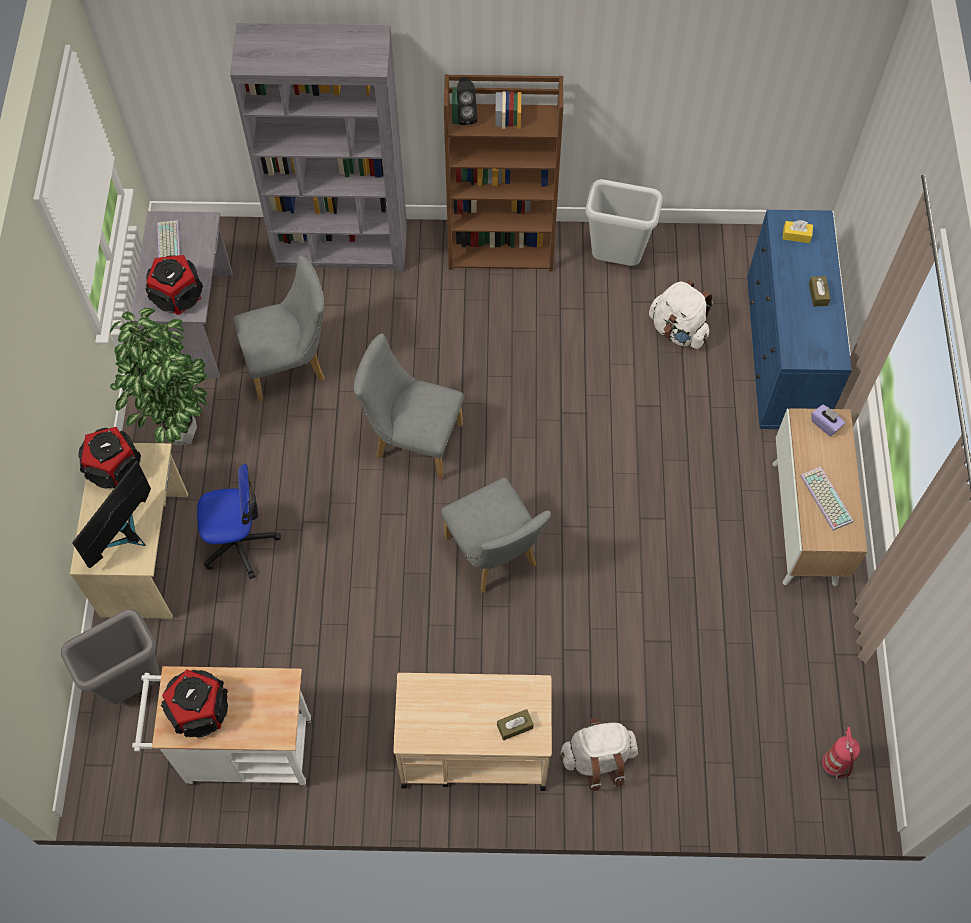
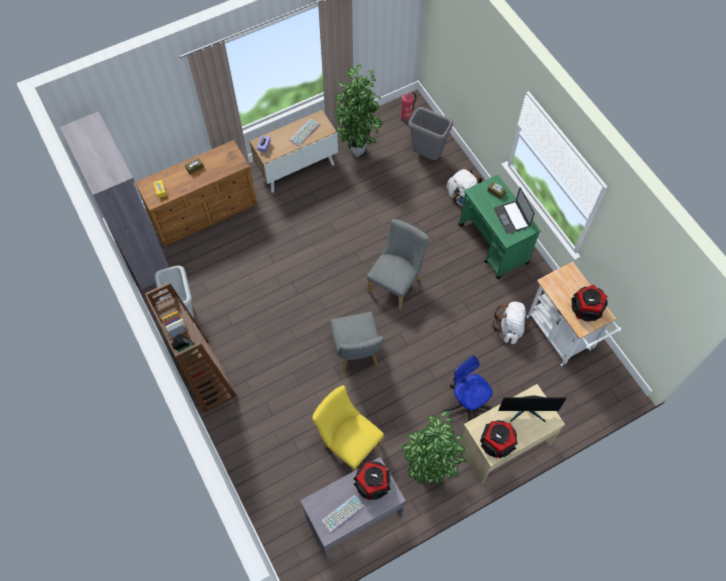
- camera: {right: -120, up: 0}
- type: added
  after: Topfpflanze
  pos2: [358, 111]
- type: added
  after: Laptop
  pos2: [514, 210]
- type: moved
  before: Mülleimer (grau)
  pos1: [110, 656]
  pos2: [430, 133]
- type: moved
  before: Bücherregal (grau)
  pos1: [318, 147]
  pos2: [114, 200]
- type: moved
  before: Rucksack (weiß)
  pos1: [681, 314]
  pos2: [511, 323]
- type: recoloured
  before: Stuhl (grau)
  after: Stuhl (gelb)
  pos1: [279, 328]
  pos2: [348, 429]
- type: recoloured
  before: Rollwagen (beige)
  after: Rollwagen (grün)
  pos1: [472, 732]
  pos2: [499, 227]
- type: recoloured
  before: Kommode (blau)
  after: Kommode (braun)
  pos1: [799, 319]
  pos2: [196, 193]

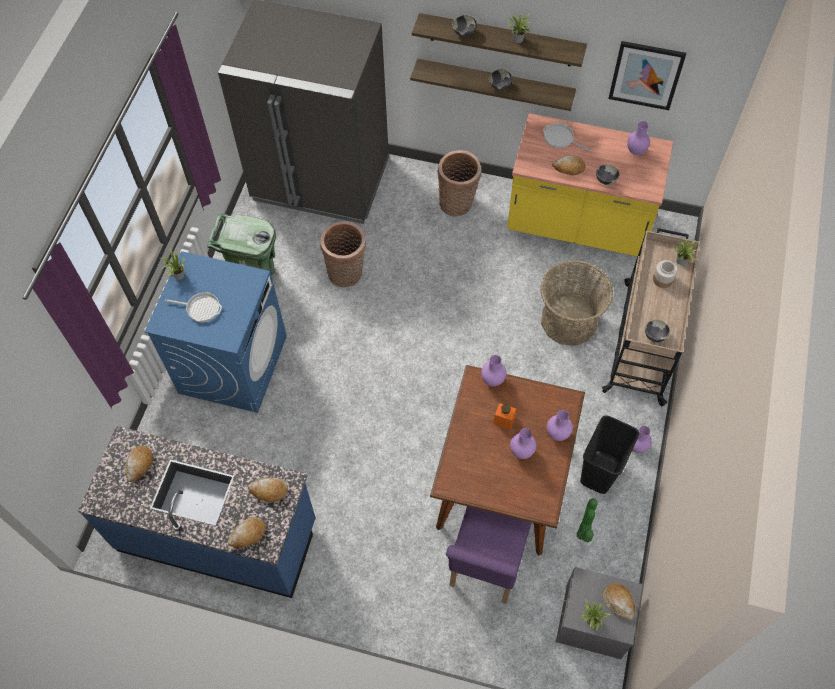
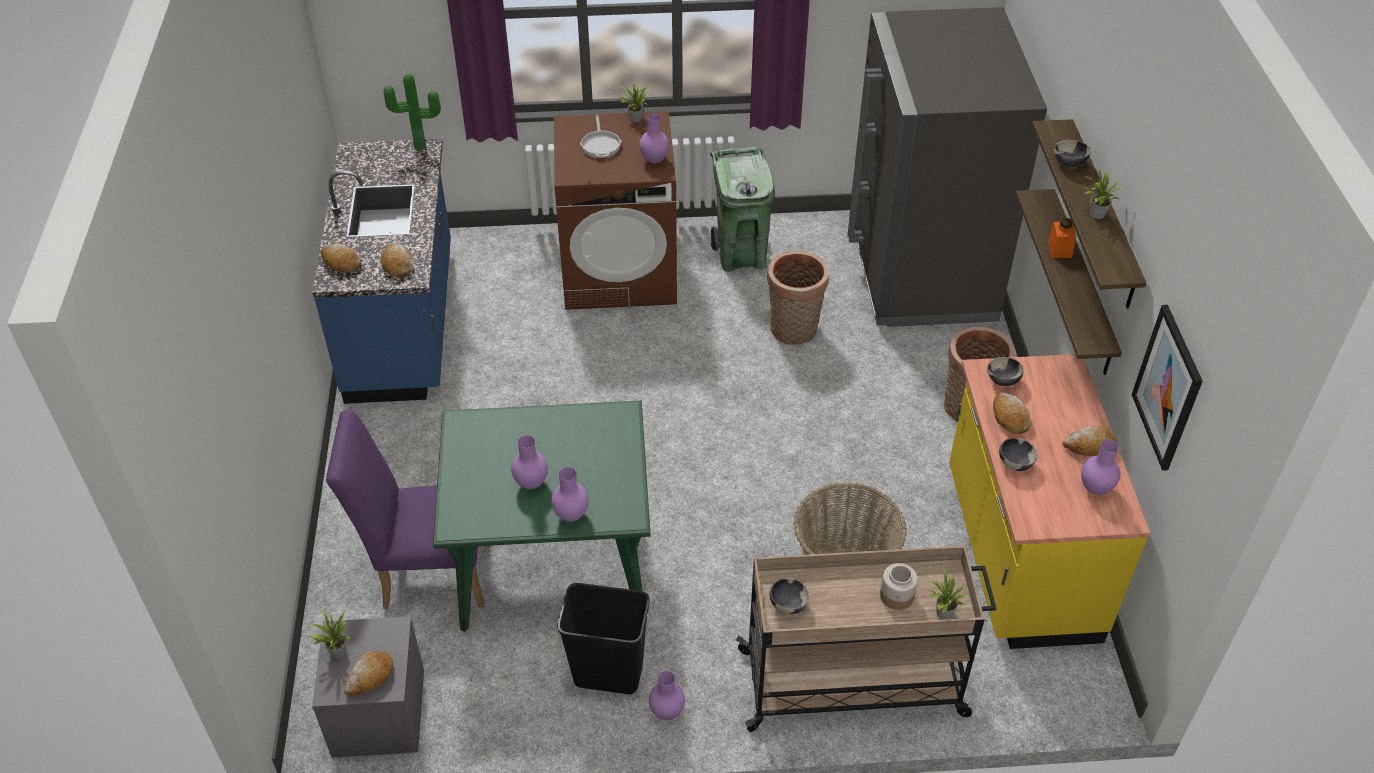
- camera: {right: 70, up: -15}
- type: removed
  before: Pfanne
  pos1: [567, 137]
- type: moved
  before: Brot
  pos1: [139, 464]
  pos2: [1089, 441]
- type: moved
  before: Vase (lila)
  pos1: [493, 370]
  pos2: [654, 138]
- type: moved
  before: Schüssel
  pos1: [500, 79]
  pos2: [1005, 371]
- type: moved
  before: Vorratsglas (orange)
  pos1: [504, 416]
  pos2: [1062, 238]
- type: moved
  before: Topfpflanze
  pos1: [587, 520]
  pos2: [412, 112]
- type: recoloured
  before: Waschmaschine (blau)
  after: Waschmaschine (braun)
  pos1: [215, 332]
  pos2: [615, 210]
- type: recoloured
  before: Esstisch (braun)
  after: Esstisch (grün)
  pos1: [507, 460]
  pos2: [542, 516]

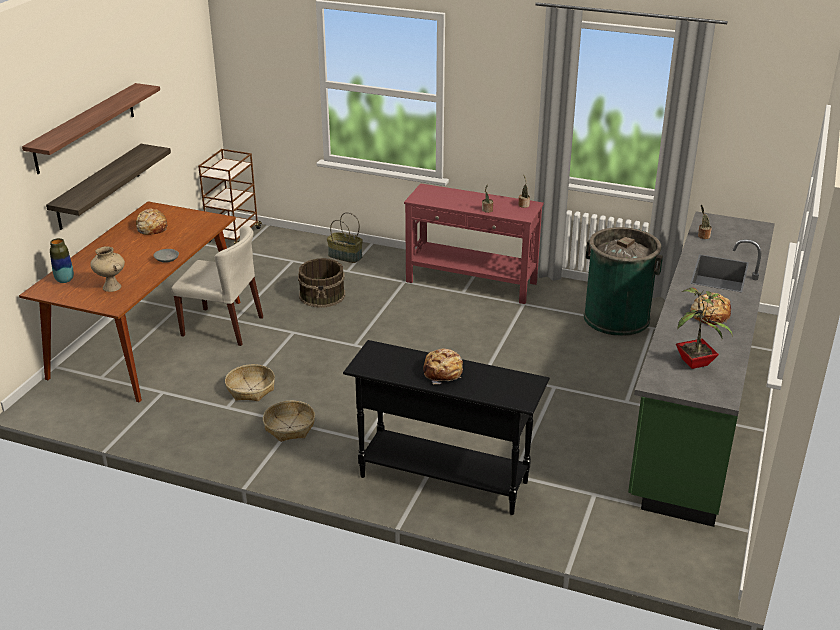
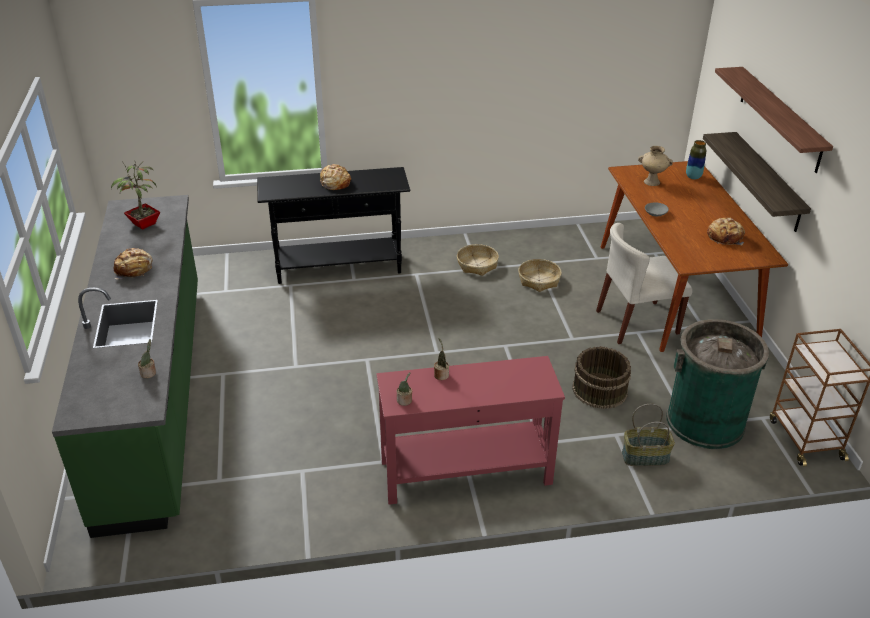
- camera: {right: 150, up: 5}
- type: moved
  before: Mülleimer (grün)
  pos1: [623, 281]
  pos2: [718, 384]

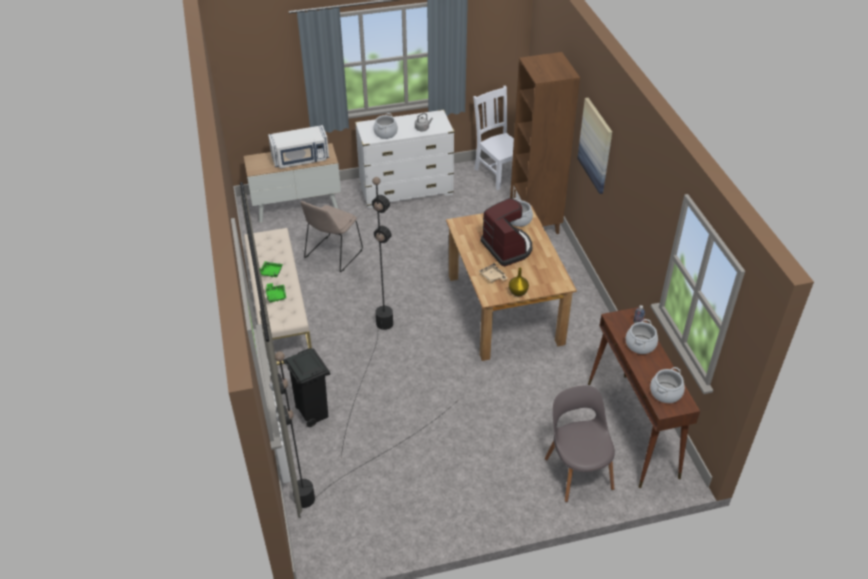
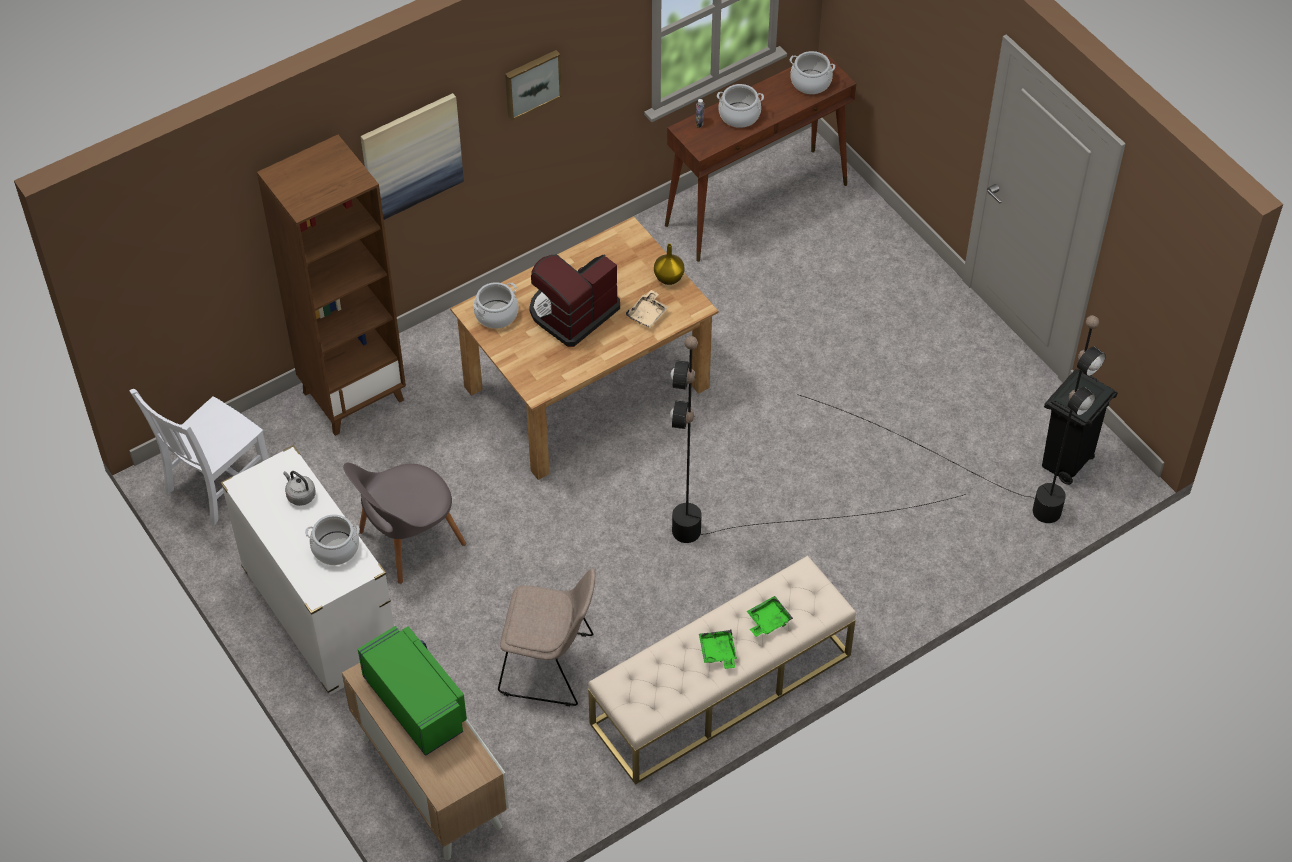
- camera: {right: -110, up: 10}
- type: added
  after: Bild
  pos2: [533, 85]
- type: moved
  before: Mülleimer (schwarz)
  pos1: [306, 387]
  pos2: [1080, 427]
- type: moved
  before: Stuhl (grau)
  pos1: [580, 443]
  pos2: [404, 523]
- type: recoloured
  before: Mikrowelle (weiß)
  after: Mikrowelle (grün)
  pos1: [298, 146]
  pos2: [412, 691]

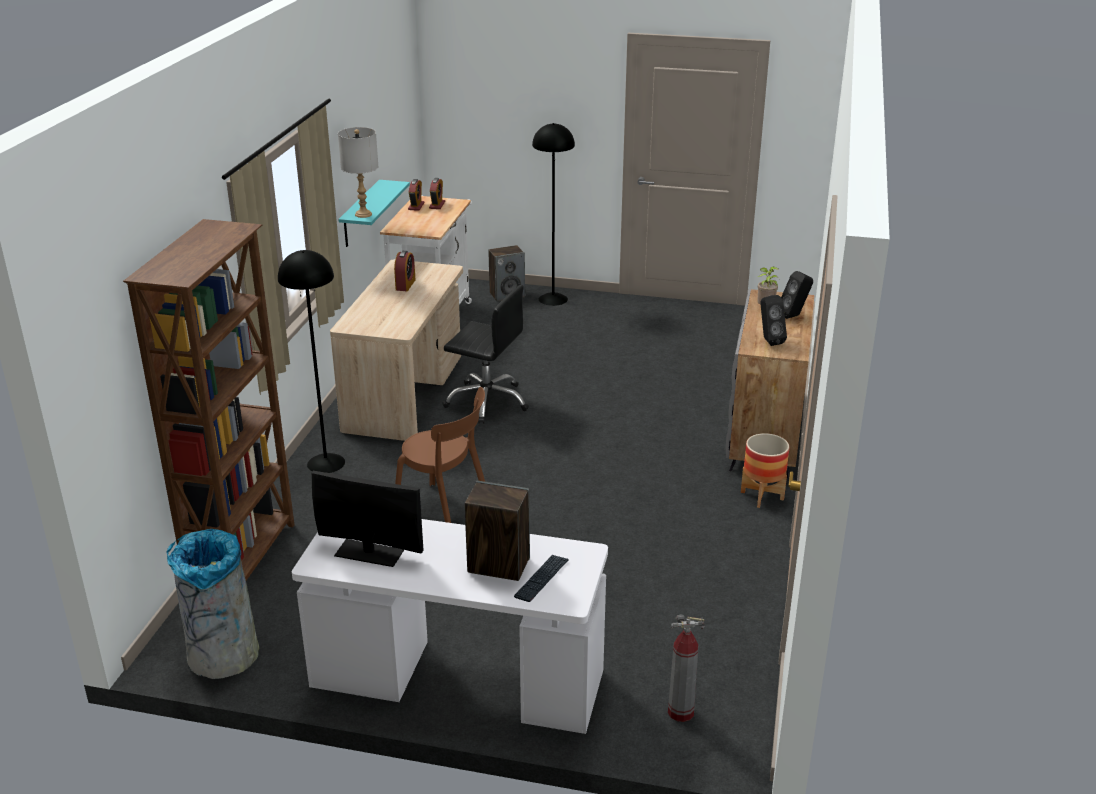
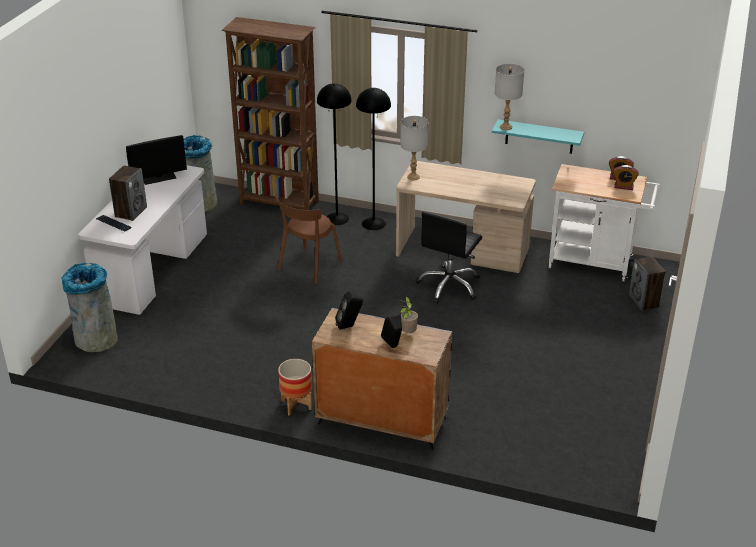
- camera: {right: 95, up: 5}
- type: removed
  before: Wecker
  pos1: [404, 271]
- type: added
  after: Tischlampe (grau)
  pos2: [414, 148]
- type: moved
  before: Stehlampe (schwarz)
  pos1: [553, 214]
  pos2: [334, 154]
- type: replaced
  before: Feuerlöscher
  after: Mülleimer (grau)
  pos1: [686, 668]
  pos2: [90, 307]
- type: turned
  before: Monitor
  pos1: [367, 519]
  pos2: [156, 160]
  turn: 45

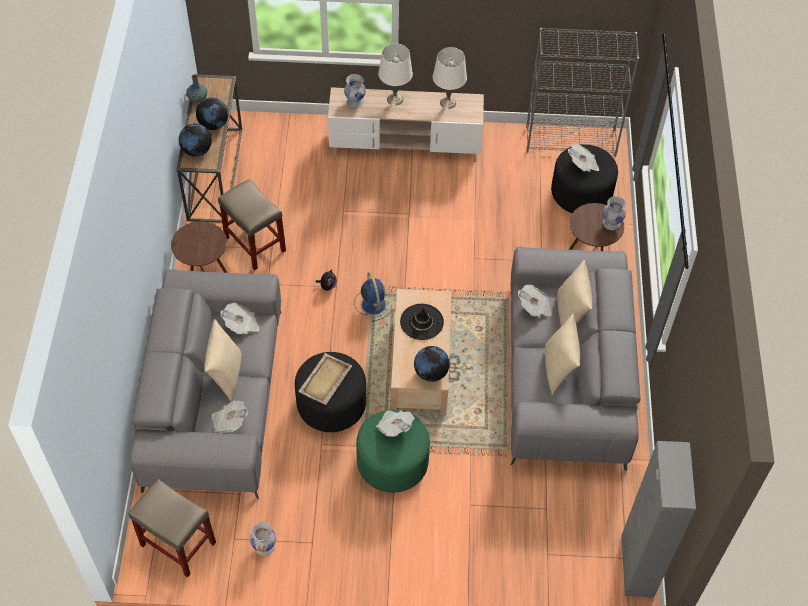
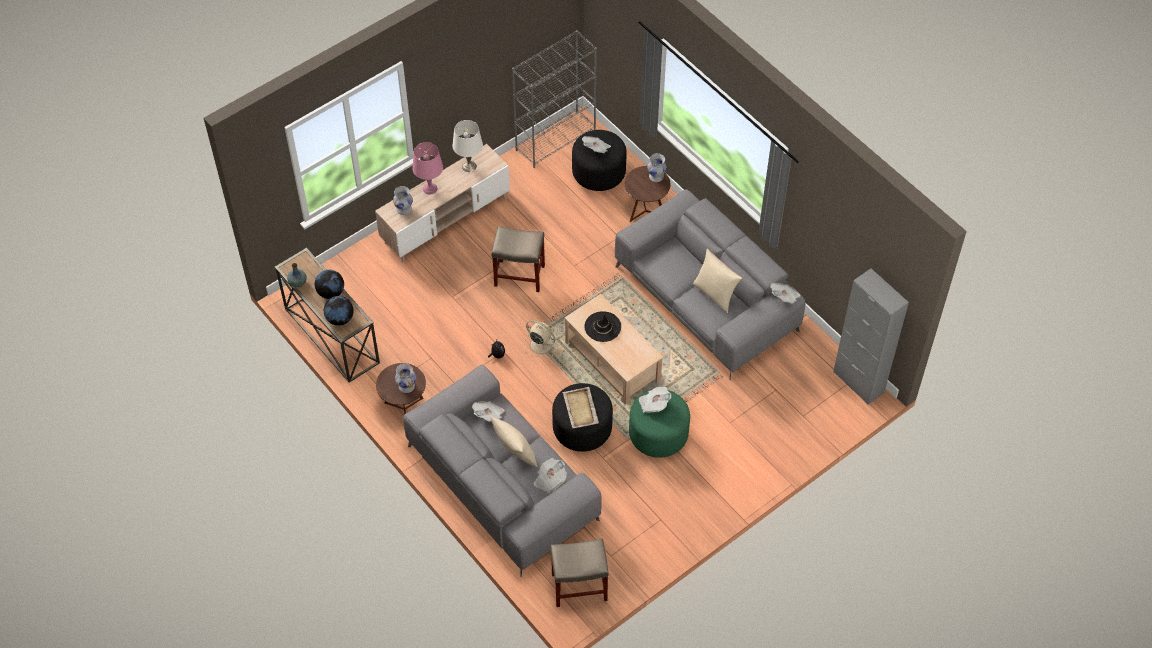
- camera: {right: -40, up: 0}
- type: removed
  before: Globus
  pos1: [432, 364]
- type: removed
  before: Kissen (beige)
  pos1: [574, 293]
- type: moved
  before: Hocker (beige)
  pos1: [252, 224]
  pos2: [518, 259]
- type: moved
  before: Vase (weiß)
  pos1: [263, 539]
  pos2: [405, 378]
- type: moved
  before: Zeitung
  pos1: [535, 300]
  pos2: [785, 293]
- type: recoloured
  before: Ventilator (blau)
  after: Ventilator (beige)
  pos1: [373, 297]
  pos2: [540, 338]
- type: recoloured
  before: Tischlampe (weiß)
  after: Tischlampe (rosa)
  pos1: [395, 75]
  pos2: [427, 168]

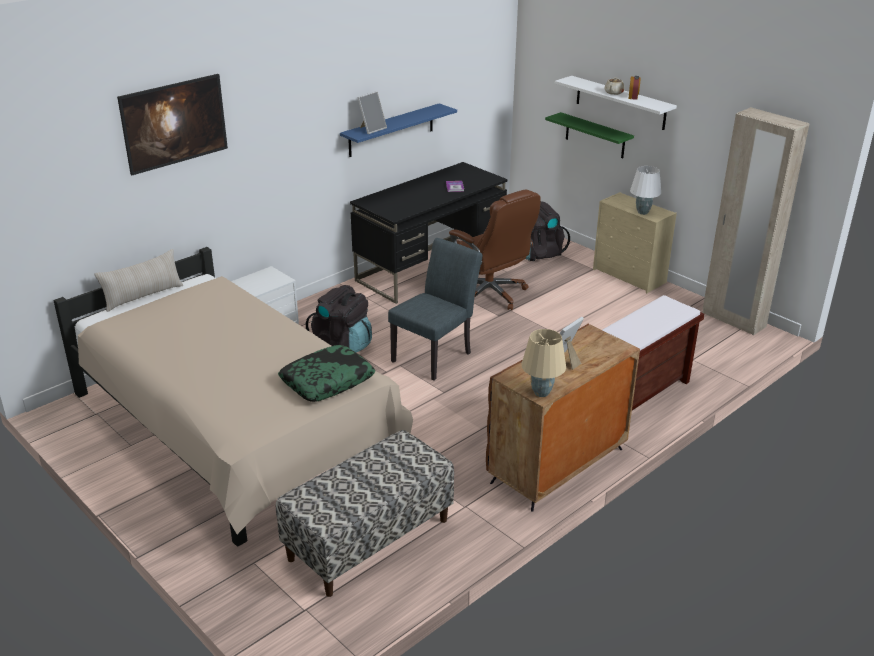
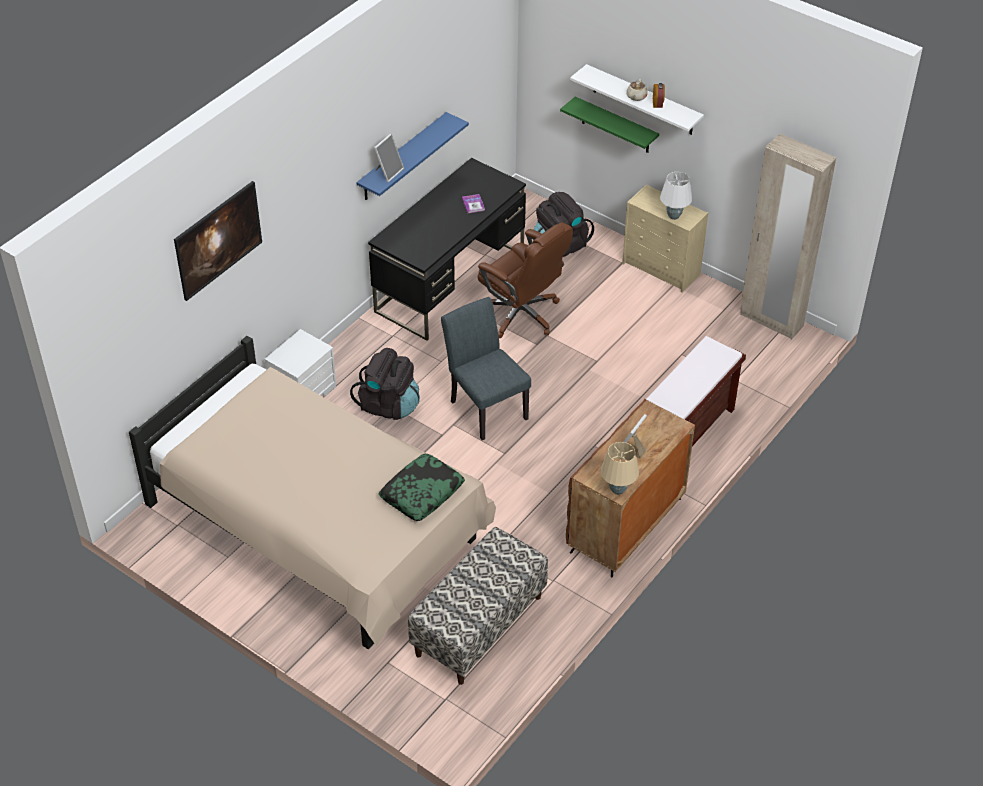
- camera: {right: -10, up: 15}
- type: removed
  before: Kissen (beige)
  pos1: [139, 280]
- type: turned
  before: Stuhl (grau)
  pos1: [435, 309]
  pos2: [486, 368]
  turn: -60

